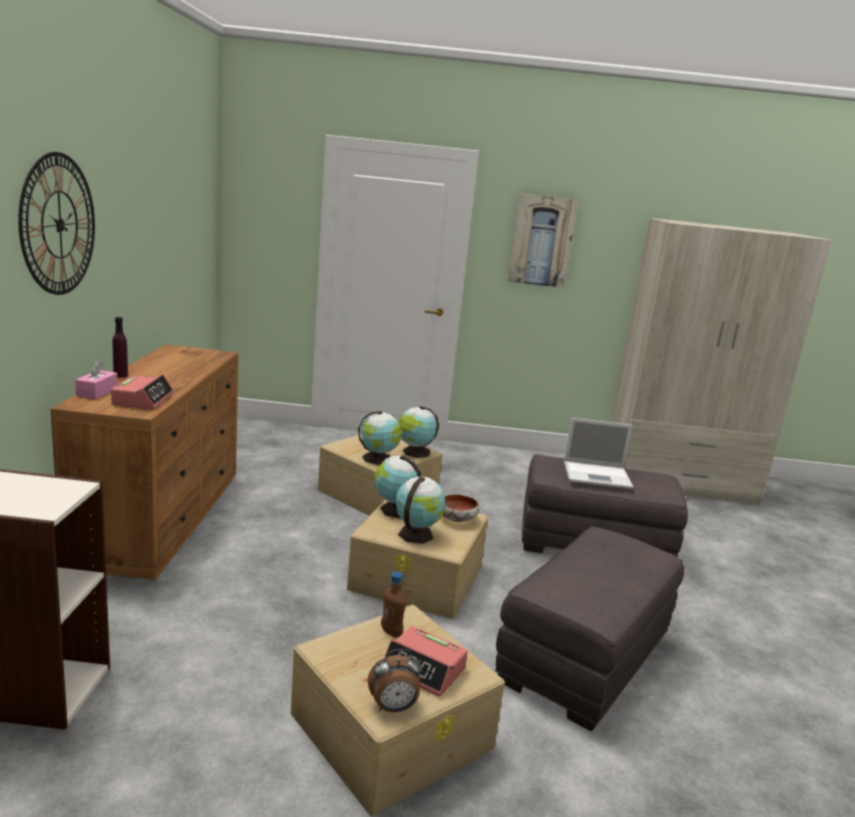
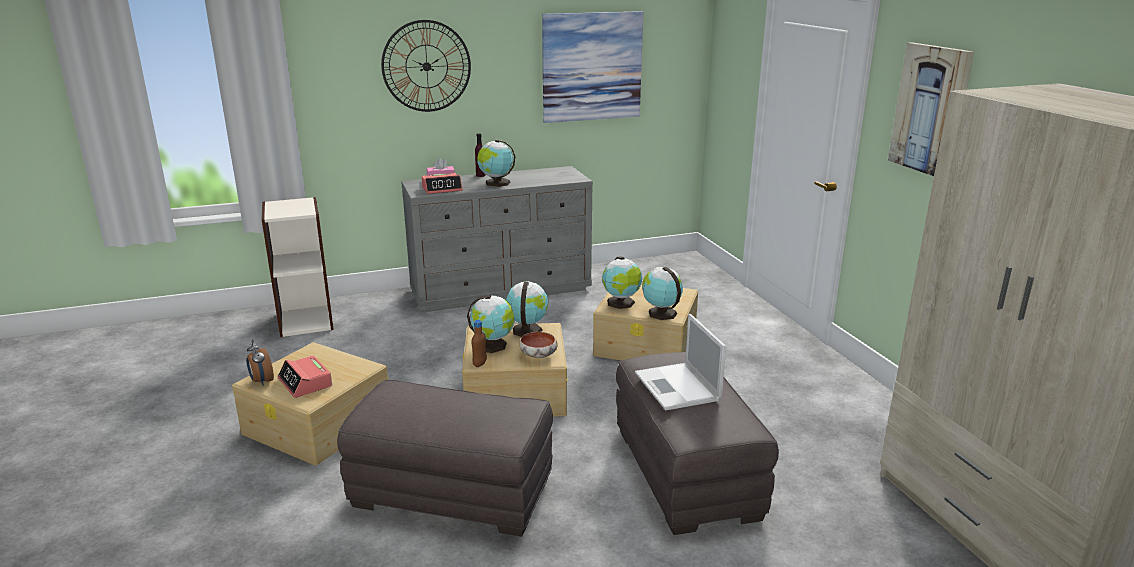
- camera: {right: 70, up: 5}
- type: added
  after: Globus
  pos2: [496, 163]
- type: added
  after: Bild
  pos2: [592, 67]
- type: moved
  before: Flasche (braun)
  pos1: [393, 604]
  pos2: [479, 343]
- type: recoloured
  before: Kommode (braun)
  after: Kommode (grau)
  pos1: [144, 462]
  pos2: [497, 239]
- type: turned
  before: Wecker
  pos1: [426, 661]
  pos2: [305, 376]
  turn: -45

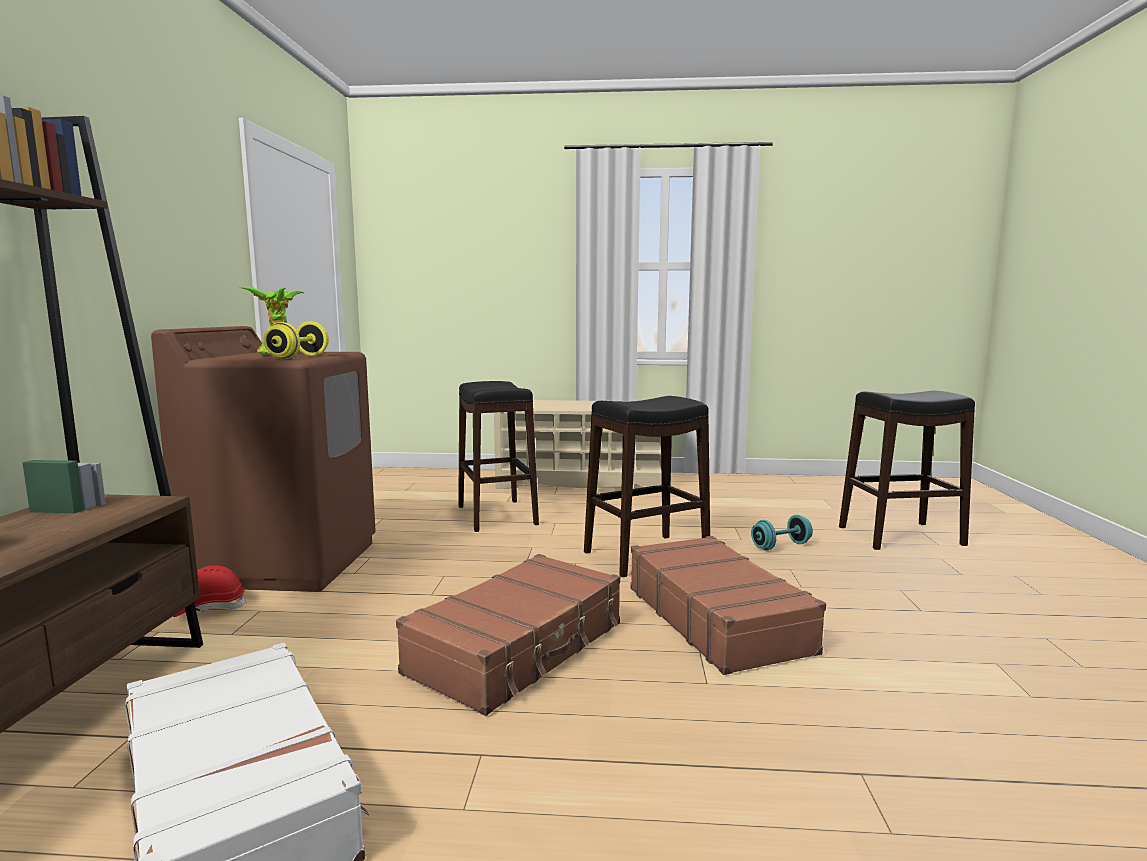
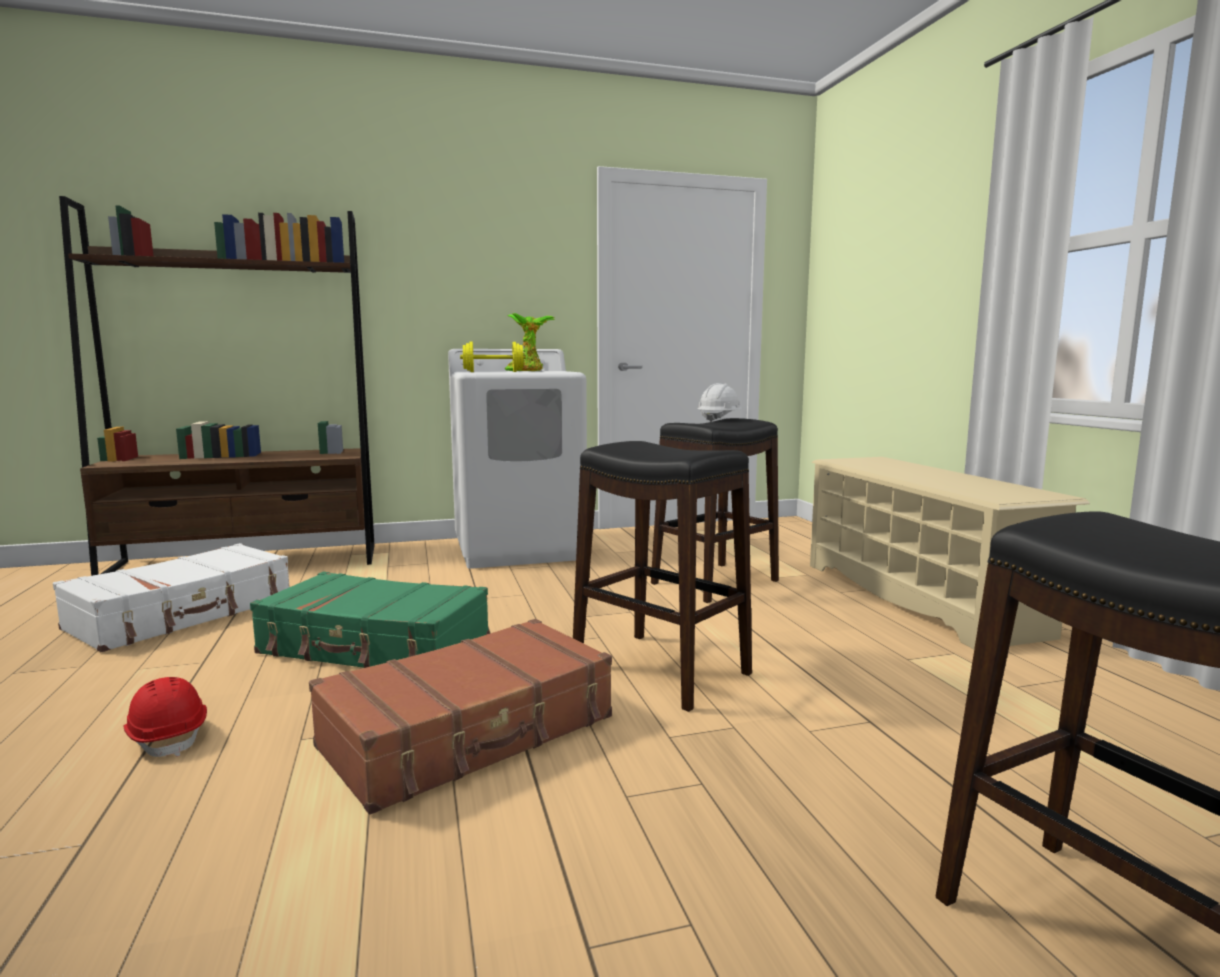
- camera: {right: 70, up: 0}
- type: removed
  before: Hantel (türkis)
  pos1: [782, 532]
- type: added
  after: Schutzhelm (weiß)
  pos2: [720, 402]
- type: moved
  before: Schutzhelm (rot)
  pos1: [210, 591]
  pos2: [165, 717]
- type: recoloured
  before: Waschmaschine (braun)
  after: Waschmaschine (weiß)
  pos1: [263, 459]
  pos2: [517, 459]
- type: recoloured
  before: Koffer (braun)
  after: Koffer (grün)
  pos1: [508, 635]
  pos2: [369, 620]

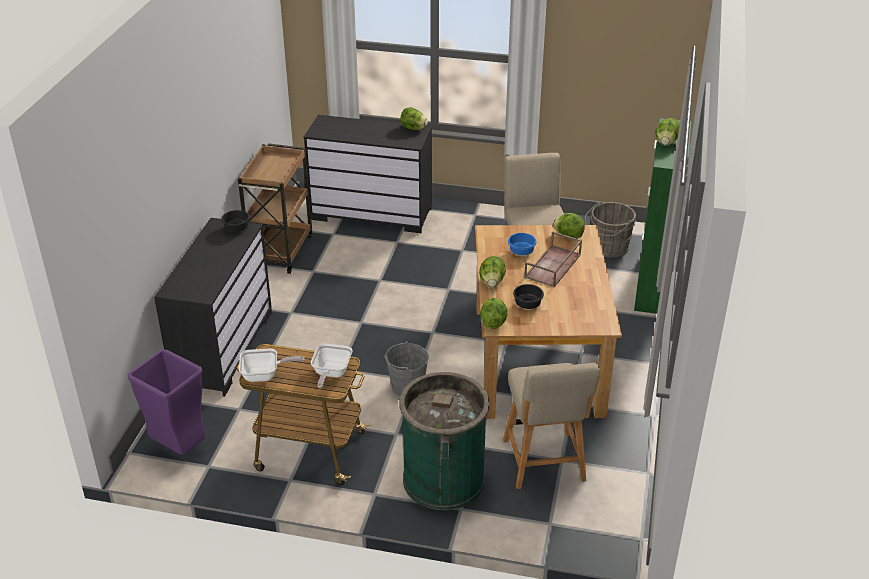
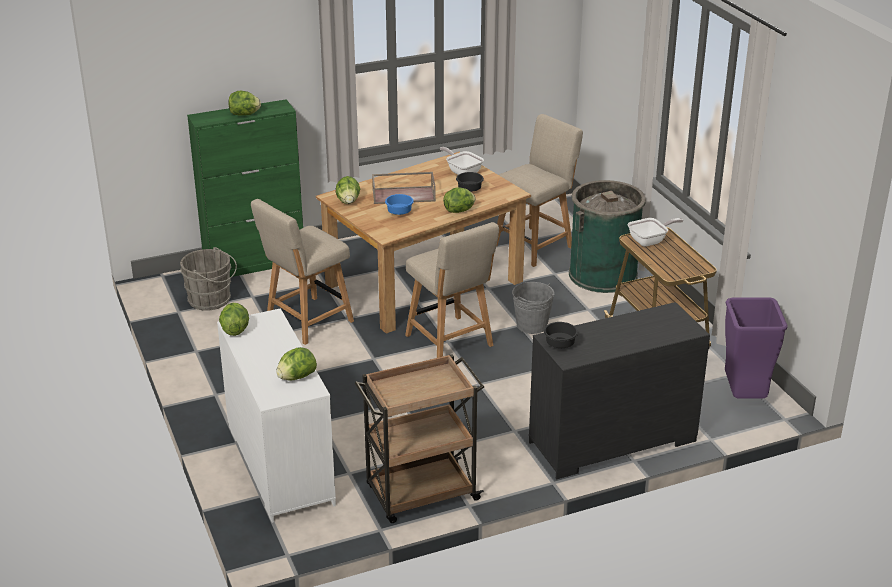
- camera: {right: -125, up: -5}
- type: added
  after: Stuhl (beige)
  pos2: [452, 290]
- type: moved
  before: Pfanne
  pos1: [272, 365]
  pos2: [462, 161]
- type: moved
  before: Salatkopf
  pos1: [494, 313]
  pos2: [296, 364]
- type: recoloured
  before: Kommode (schwarz)
  after: Kommode (weiß)
  pos1: [368, 174]
  pos2: [276, 415]

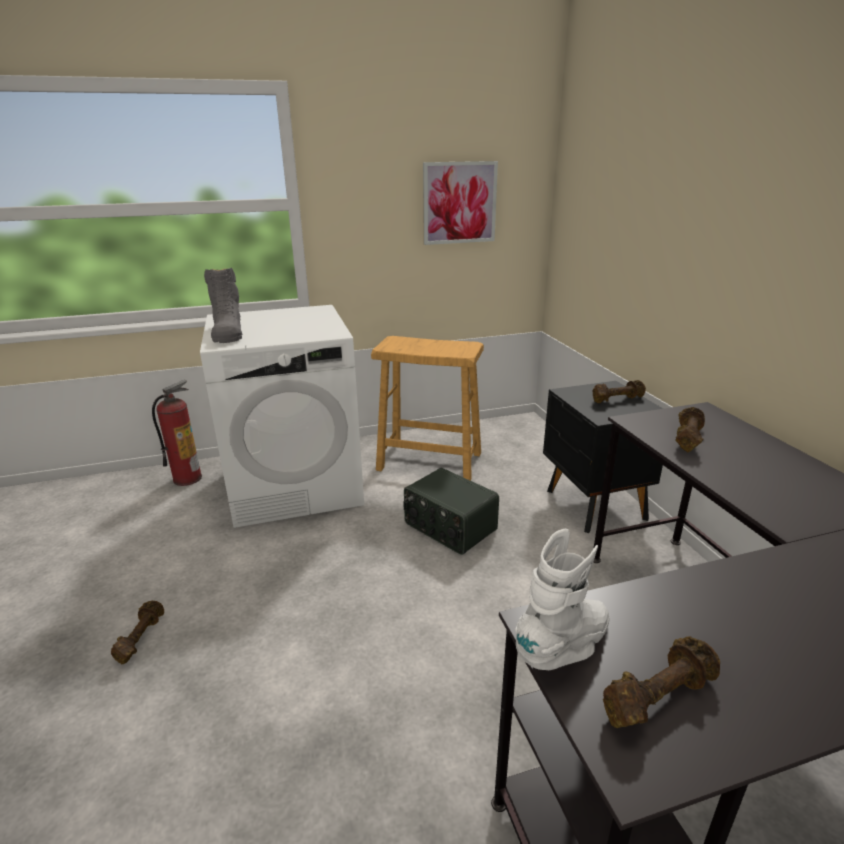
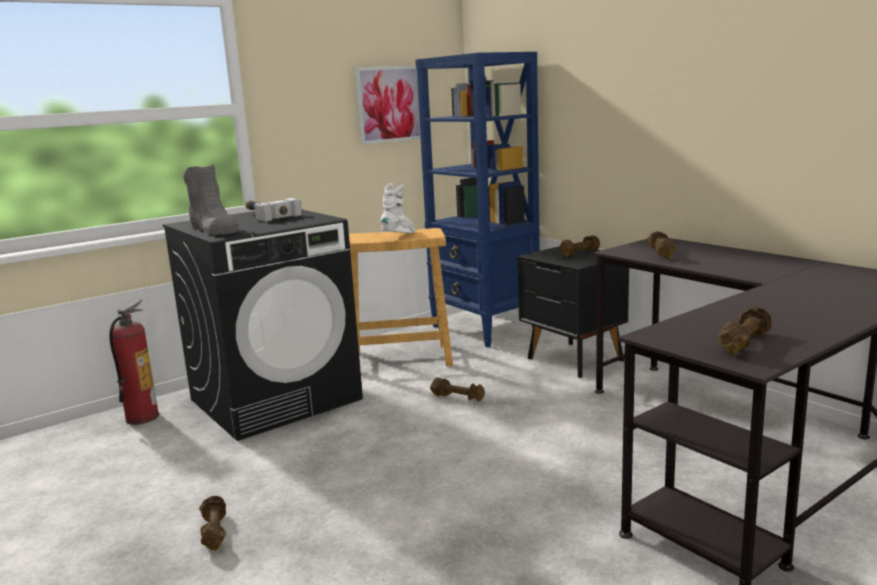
- camera: {right: -20, up: -10}
- type: added
  after: Hammer
  pos2: [273, 210]
- type: added
  after: Bücherregal (blau)
  pos2: [477, 199]
- type: moved
  before: Stiefel (weiß)
  pos1: [562, 599]
  pos2: [398, 208]
- type: replaced
  before: Radio
  after: Hantel (braun)
  pos1: [451, 511]
  pos2: [457, 390]
- type: recoloured
  before: Waschmaschine (weiß)
  after: Waschmaschine (schwarz)
  pos1: [282, 416]
  pos2: [263, 325]

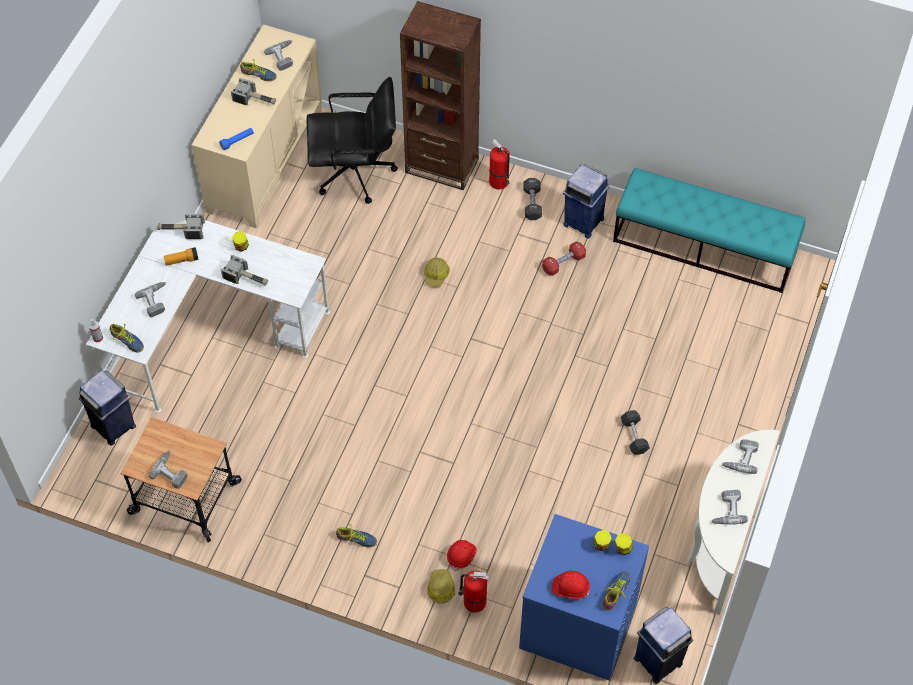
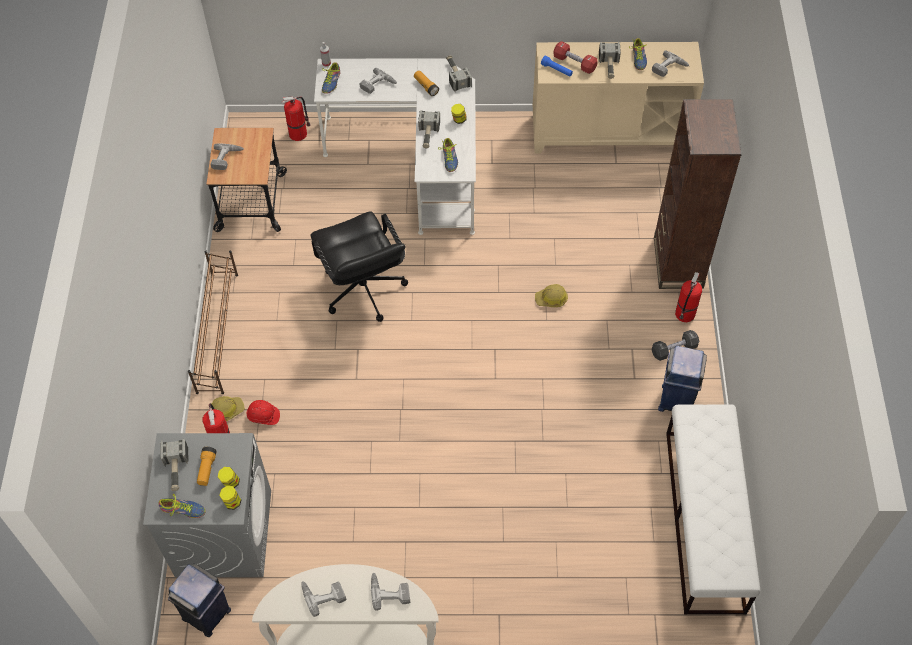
- camera: {right: 70, up: 0}
- type: removed
  before: Hantel (grau)
  pos1: [635, 432]
- type: added
  after: Schuhregal (braun)
  pos2: [213, 322]
- type: added
  after: Taschenlampe
  pos2: [207, 466]
- type: moved
  before: Bürostuhl (schwarz)
  pos1: [352, 140]
  pos2: [359, 266]
- type: moved
  before: Schuh
  pos1: [356, 535]
  pos2: [448, 155]
- type: moved
  before: Hantel (rot)
  pos1: [564, 259]
  pos2: [575, 57]
- type: replaced
  before: Mülleimer (blau)
  after: Feuerlöscher
  pos1: [107, 408]
  pos2: [296, 118]
- type: replaced
  before: Schutzhelm (rot)
  after: Hammer
  pos1: [570, 585]
  pos2: [174, 464]
- type: recoloured
  before: Waschmaschine (blau)
  after: Waschmaschine (grau)
  pos1: [584, 597]
  pos2: [207, 505]
- type: recoloured
  before: Bank (türkis)
  after: Bank (weiß)
  pos1: [709, 230]
  pos2: [713, 509]

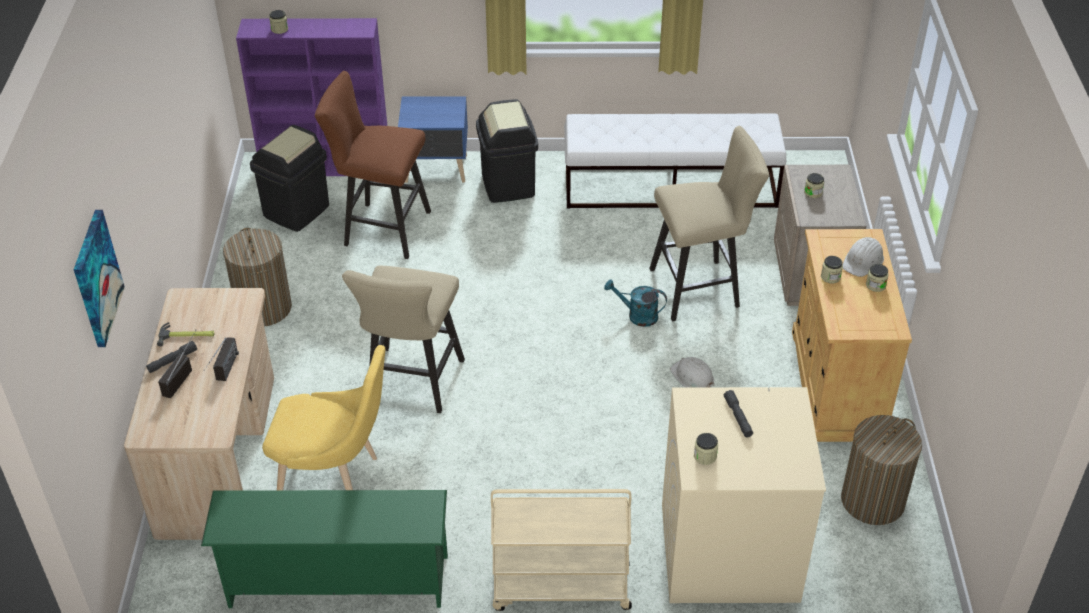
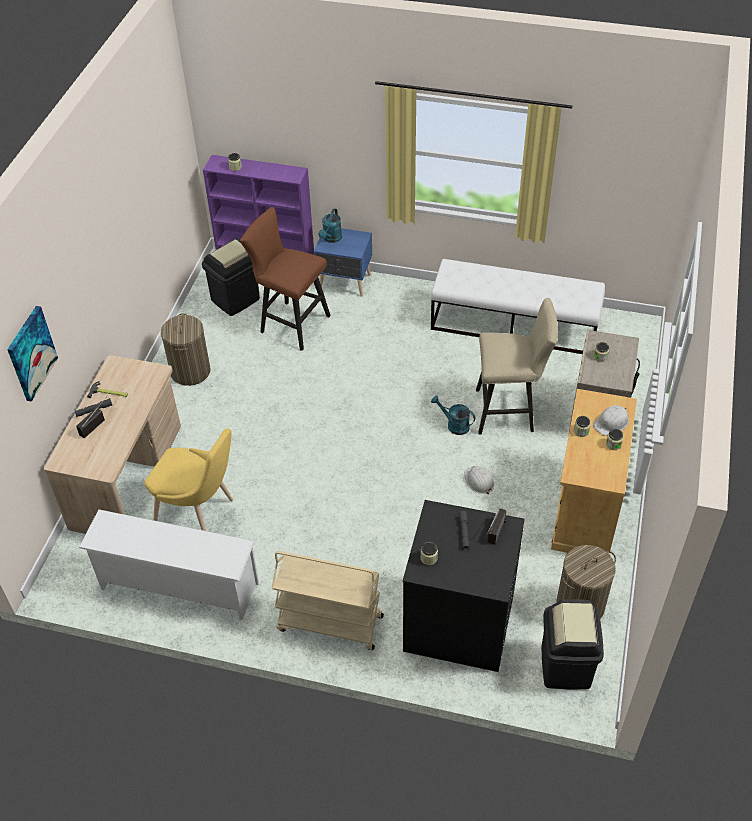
- camera: {right: 15, up: 5}
- type: removed
  before: Hocker (beige)
  pos1: [403, 339]
- type: added
  after: Gießkanne (türkis)
  pos2: [330, 225]
- type: moved
  before: Radio
  pos1: [221, 359]
  pos2: [495, 527]
- type: moved
  before: Mülleimer (schwarz)
  pos1: [507, 151]
  pos2: [573, 644]
- type: recoloured
  before: Schuhregal (grün)
  after: Schuhregal (weiß)
  pos1: [324, 549]
  pos2: [169, 564]
- type: recoloured
  before: Waschmaschine (beige)
  after: Waschmaschine (schwarz)
  pos1: [744, 495]
  pos2: [463, 586]

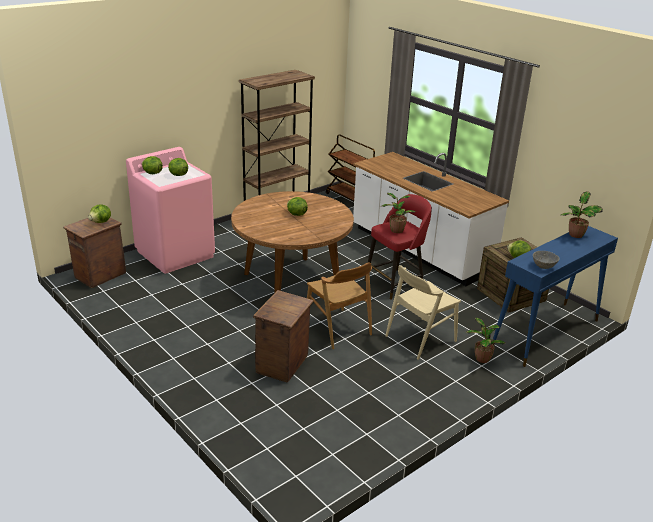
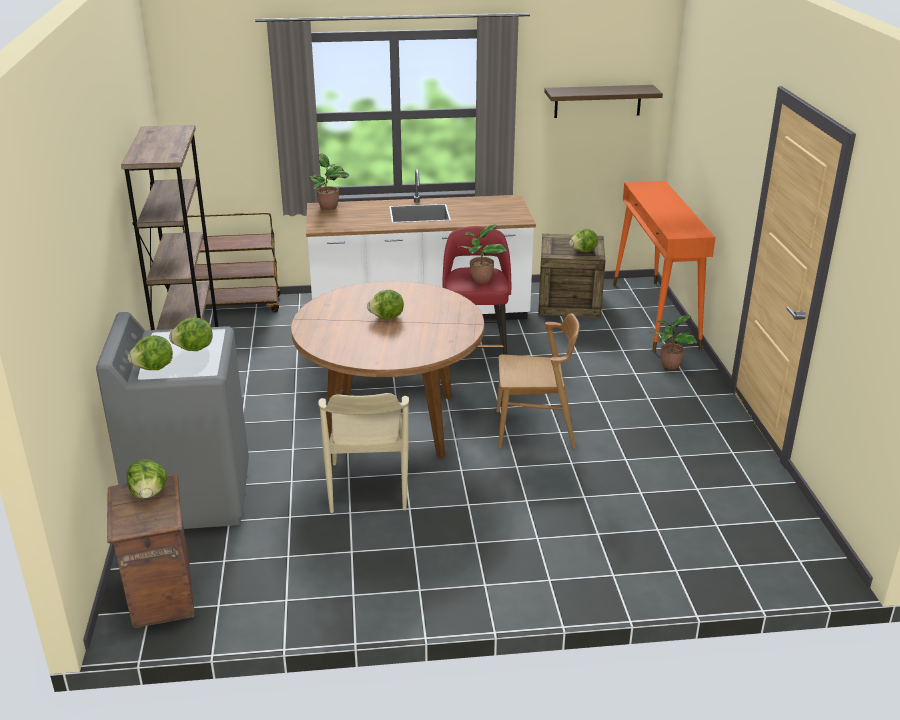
- camera: {right: -55, up: 0}
- type: removed
  before: Kiste
  pos1: [283, 336]
- type: removed
  before: Schüssel (grau)
  pos1: [546, 260]
- type: added
  after: Wandregal
  pos2: [603, 101]
- type: moved
  before: Stuhl (beige)
  pos1: [423, 312]
  pos2: [363, 453]
- type: moved
  before: Topfpflanze
  pos1: [582, 214]
  pos2: [329, 182]
- type: recoloured
  before: Waschmaschine (rosa)
  after: Waschmaschine (grau)
  pos1: [170, 210]
  pos2: [172, 420]
- type: recoloured
  before: Konsolentisch (blau)
  after: Konsolentisch (orange)
  pos1: [555, 296]
  pos2: [664, 267]

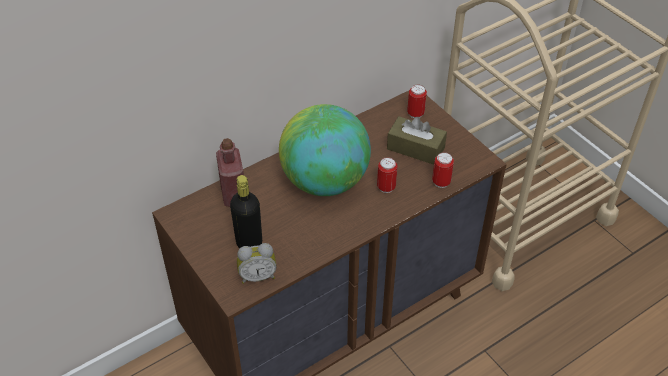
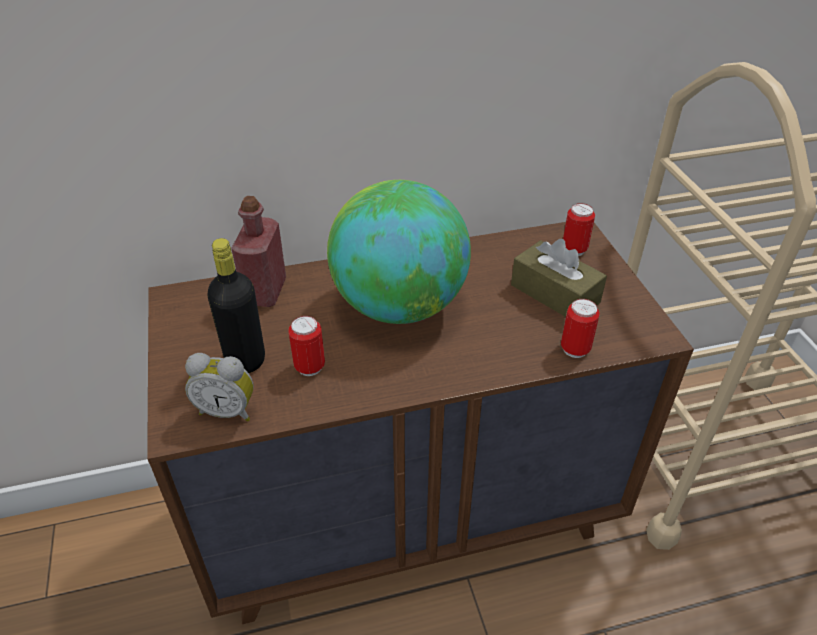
- camera: {right: 20, up: -5}
- type: moved
  before: Dose
  pos1: [387, 175]
  pos2: [306, 346]

